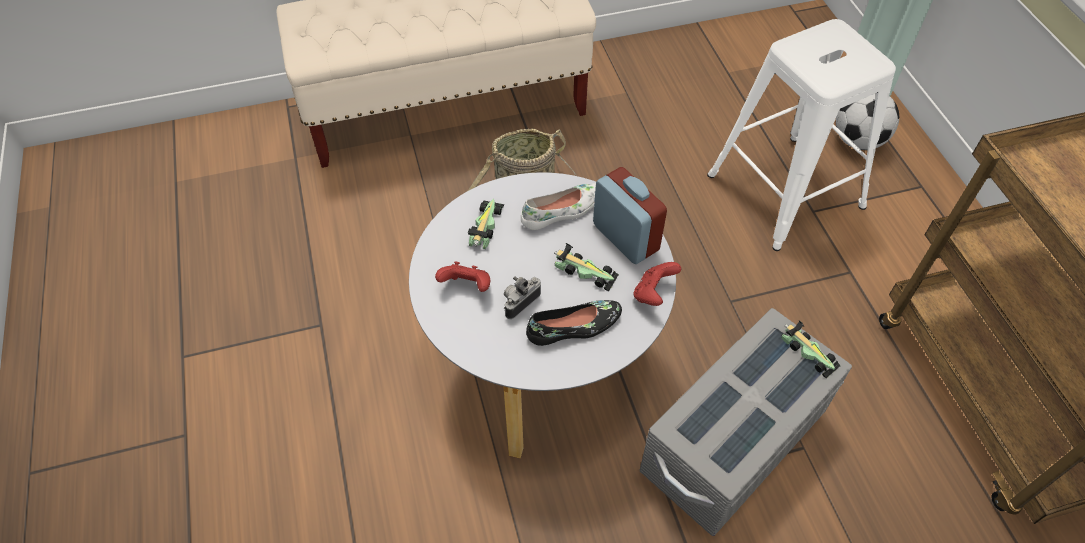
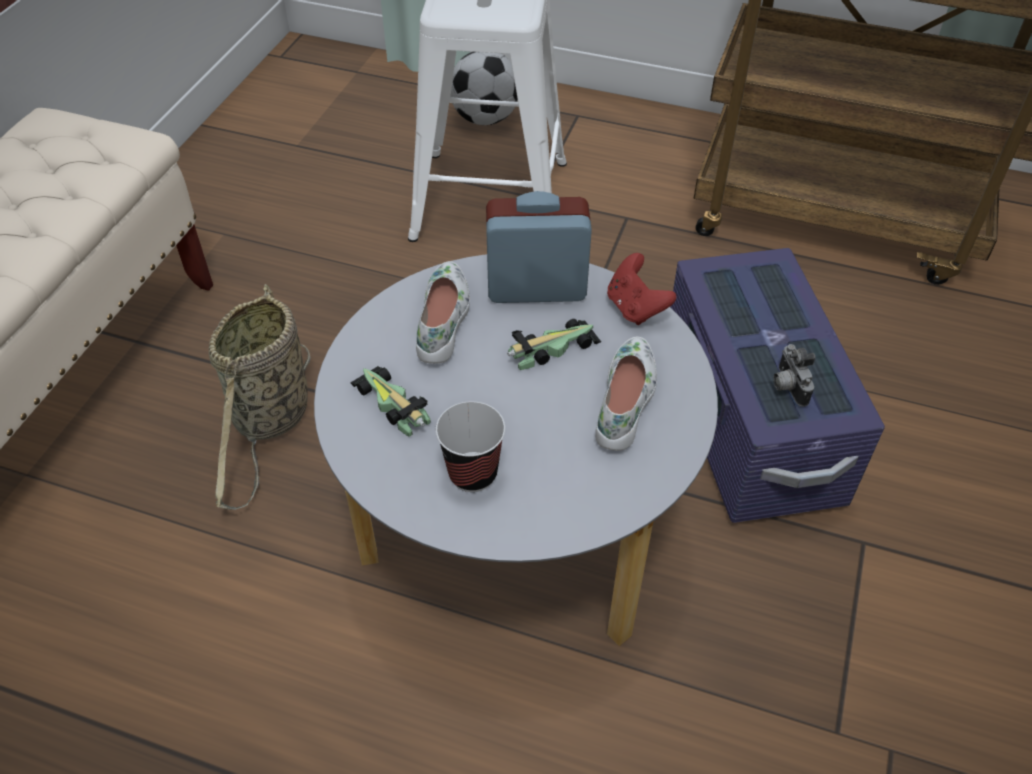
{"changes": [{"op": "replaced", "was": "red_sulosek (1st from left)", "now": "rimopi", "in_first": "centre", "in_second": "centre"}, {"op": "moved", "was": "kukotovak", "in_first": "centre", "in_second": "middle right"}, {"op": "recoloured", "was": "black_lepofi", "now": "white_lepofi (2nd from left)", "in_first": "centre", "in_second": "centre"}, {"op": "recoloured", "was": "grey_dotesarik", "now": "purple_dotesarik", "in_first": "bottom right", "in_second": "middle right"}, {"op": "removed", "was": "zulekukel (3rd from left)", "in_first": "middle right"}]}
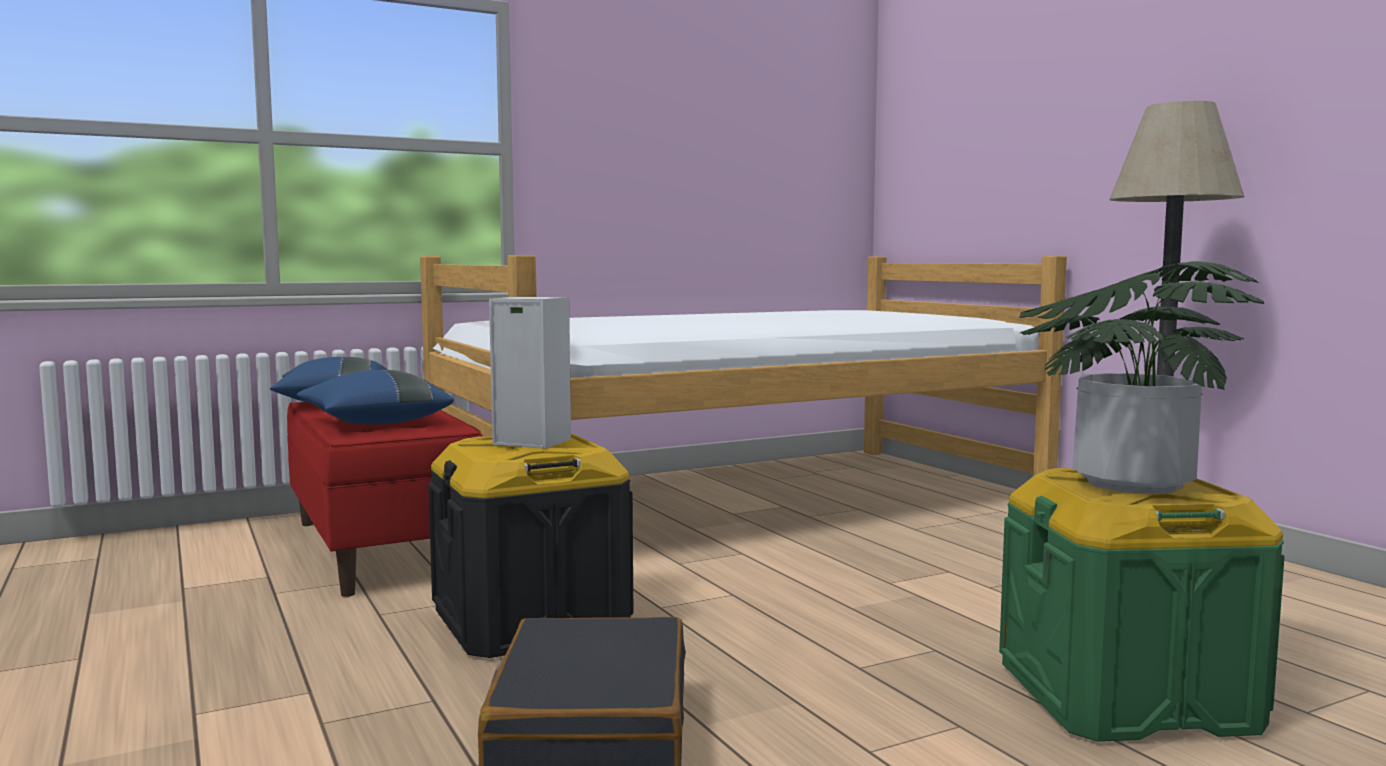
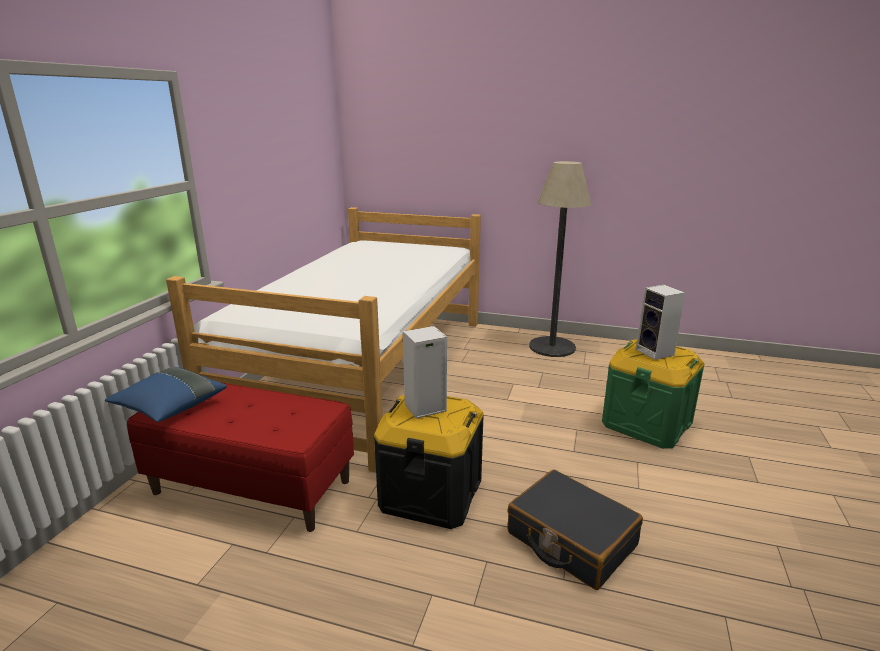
{"changes": [{"op": "replaced", "was": "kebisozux", "now": "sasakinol (2nd from left)", "in_first": "middle right", "in_second": "middle right"}, {"op": "removed", "was": "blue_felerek (2nd from left)", "in_first": "middle left"}]}
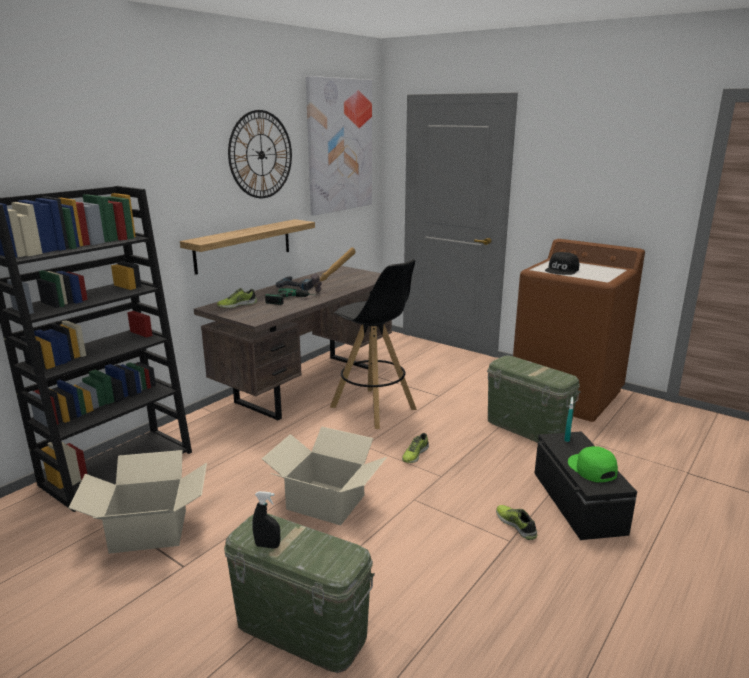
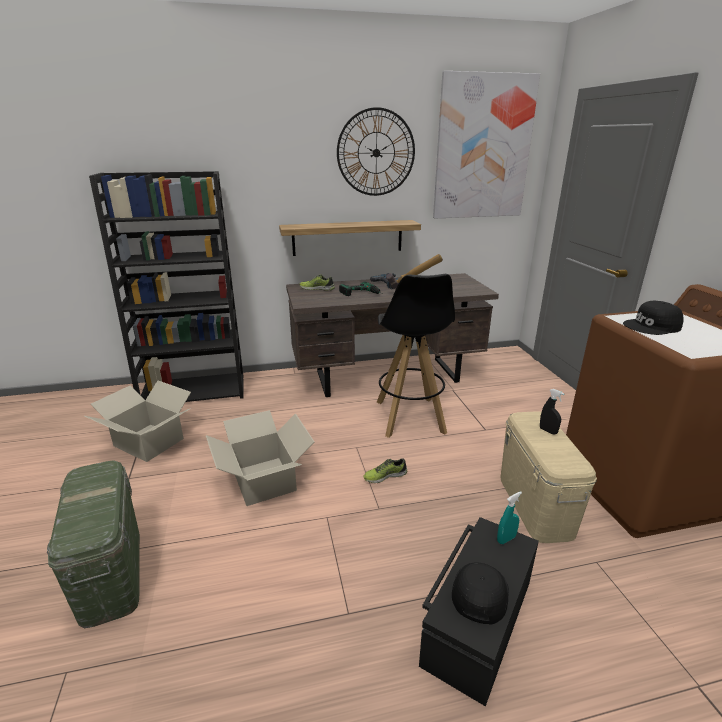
{"changes": [{"op": "recoloured", "was": "green_dotesarik (2nd from left)", "now": "beige_dotesarik", "in_first": "middle right", "in_second": "middle right"}, {"op": "recoloured", "was": "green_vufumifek", "now": "black_vufumifek (1st from left)", "in_first": "bottom right", "in_second": "bottom centre"}, {"op": "moved", "was": "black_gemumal", "in_first": "bottom centre", "in_second": "middle right"}, {"op": "removed", "was": "lepofi (3rd from left)", "in_first": "bottom right"}]}
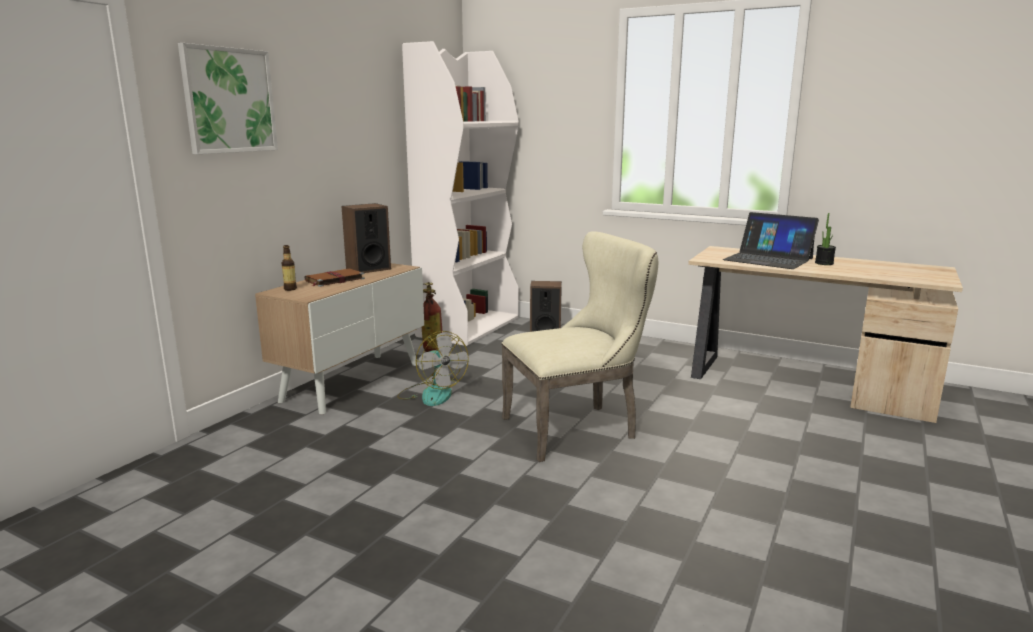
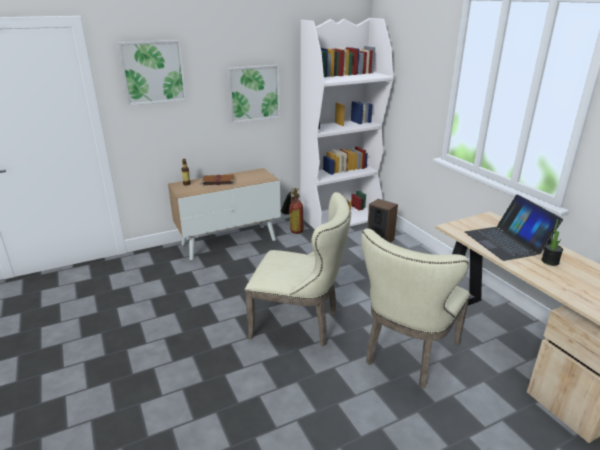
{"changes": [{"op": "removed", "was": "sasakinol (1st from left)", "in_first": "centre"}, {"op": "removed", "was": "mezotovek", "in_first": "centre"}, {"op": "added", "now": "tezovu (2nd from left)", "in_second": "top centre"}, {"op": "added", "now": "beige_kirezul (2nd from left)", "in_second": "bottom right"}]}
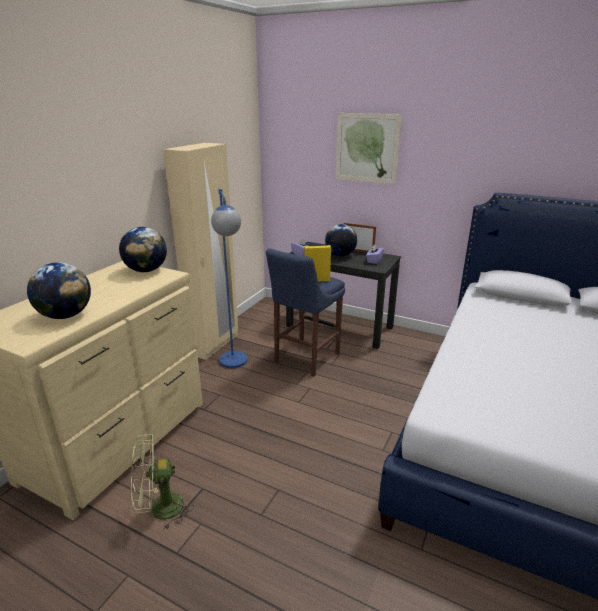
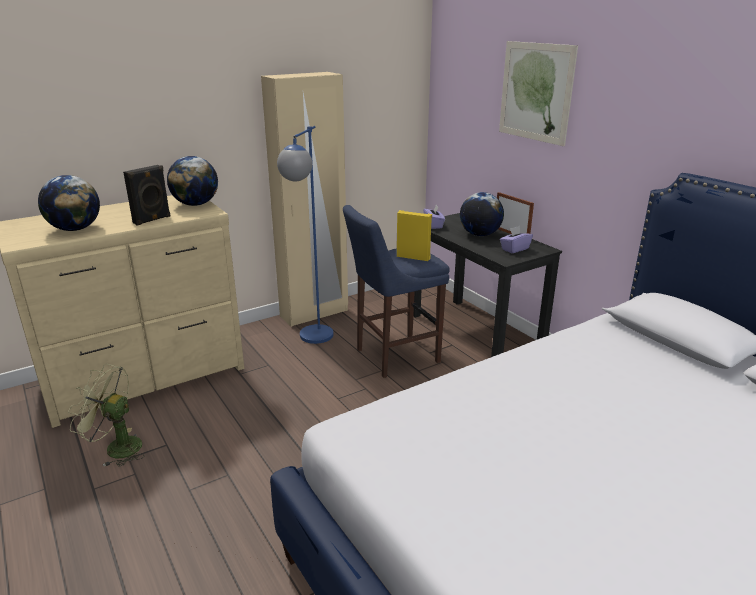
{"changes": [{"op": "added", "now": "black_sasakinol", "in_second": "top left"}]}
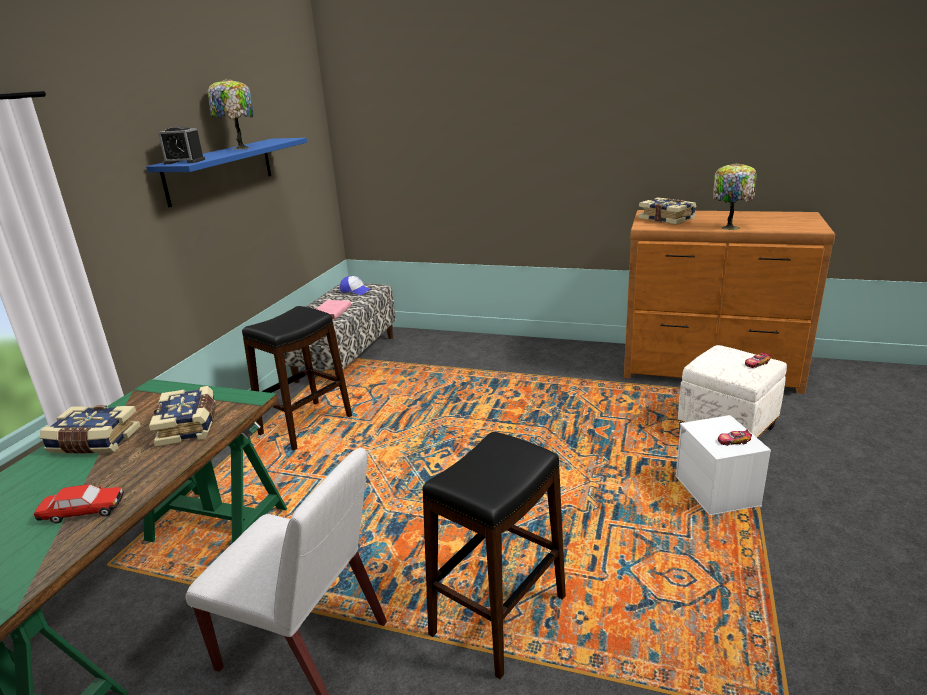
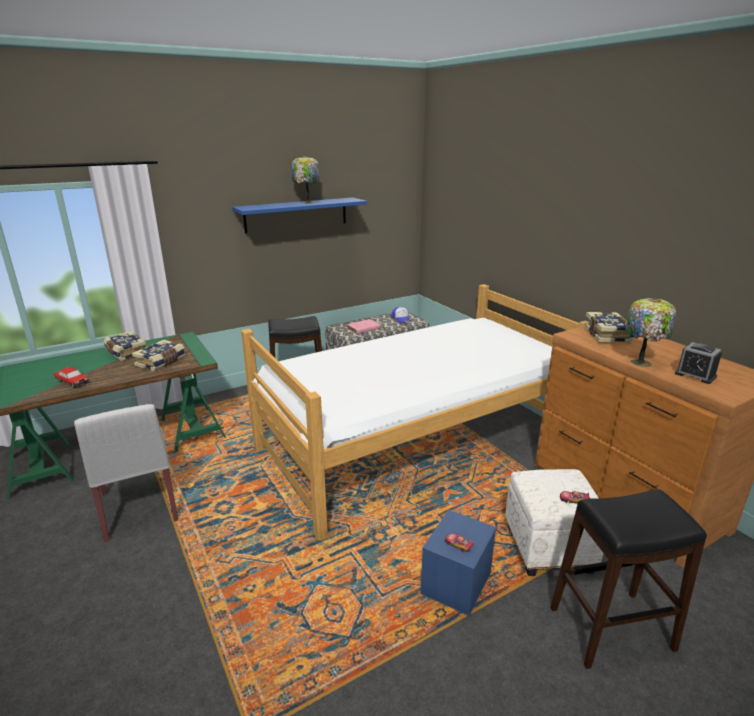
{"changes": [{"op": "moved", "was": "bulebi", "in_first": "top left", "in_second": "middle right"}, {"op": "recoloured", "was": "white_dotesarik", "now": "blue_dotesarik", "in_first": "bottom right", "in_second": "bottom centre"}, {"op": "moved", "was": "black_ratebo (2nd from left)", "in_first": "bottom centre", "in_second": "bottom right"}, {"op": "added", "now": "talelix", "in_second": "centre"}]}
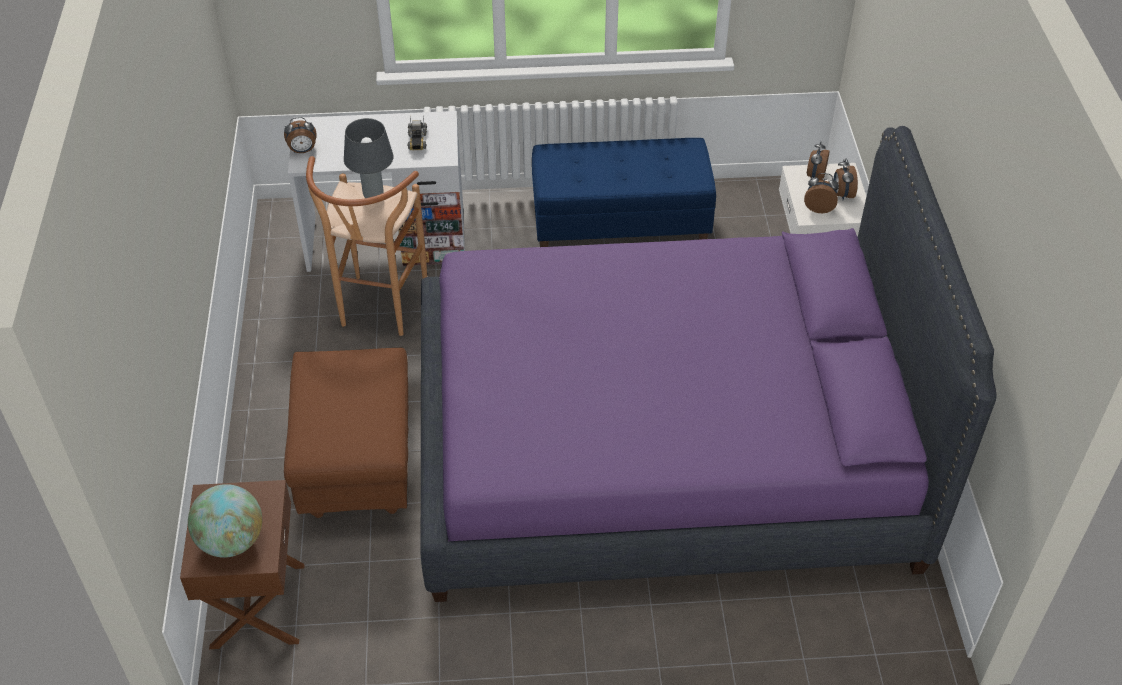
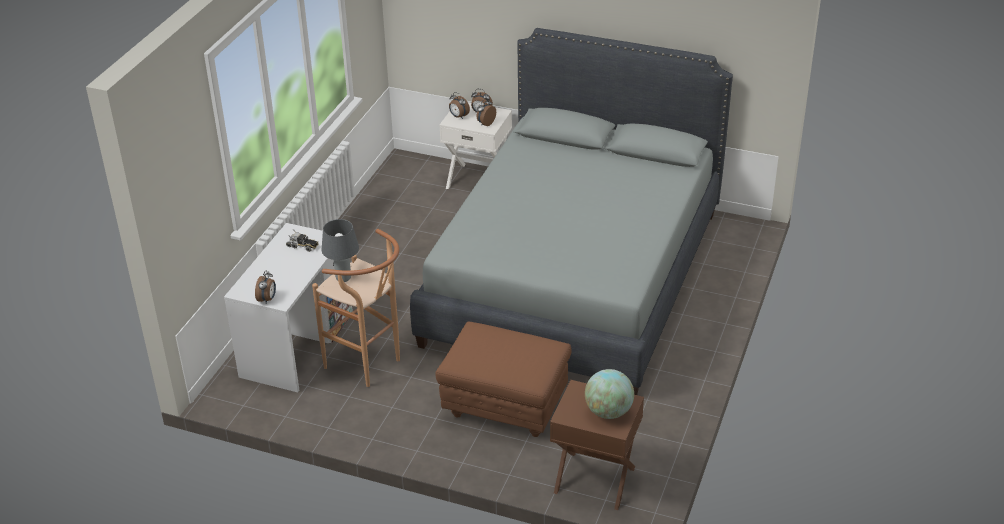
{"changes": [{"op": "recoloured", "was": "purple_talelix", "now": "grey_talelix", "in_first": "centre", "in_second": "centre"}, {"op": "removed", "was": "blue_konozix", "in_first": "top centre"}]}
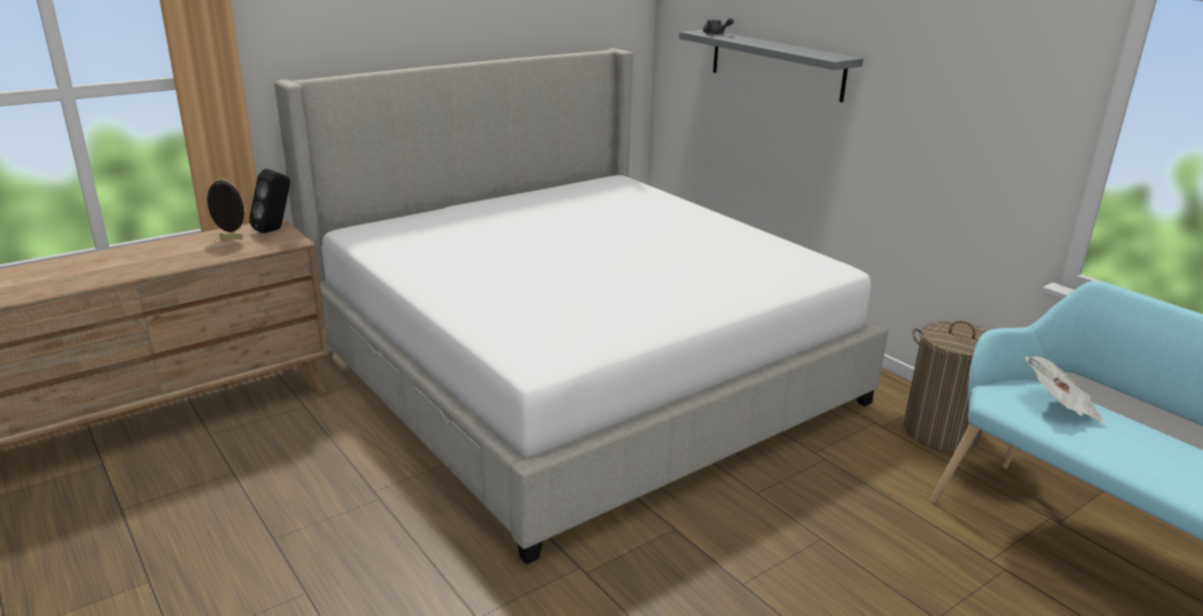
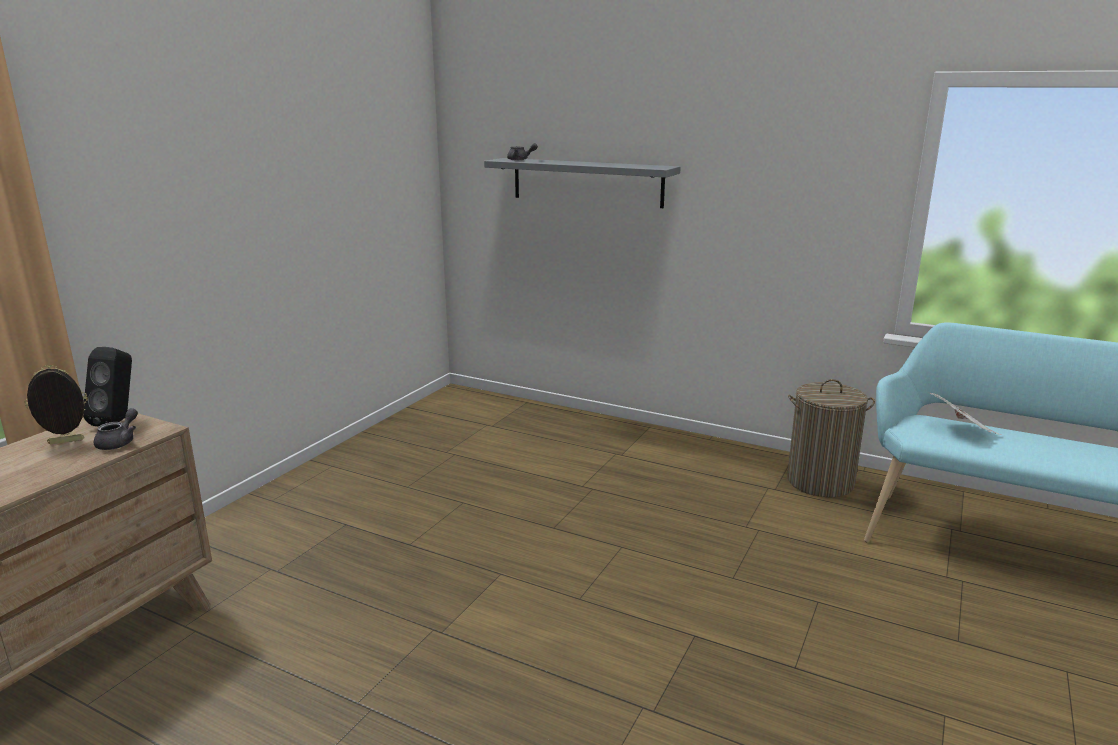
{"changes": [{"op": "removed", "was": "talelix", "in_first": "centre"}, {"op": "added", "now": "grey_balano (1st from left)", "in_second": "middle left"}]}
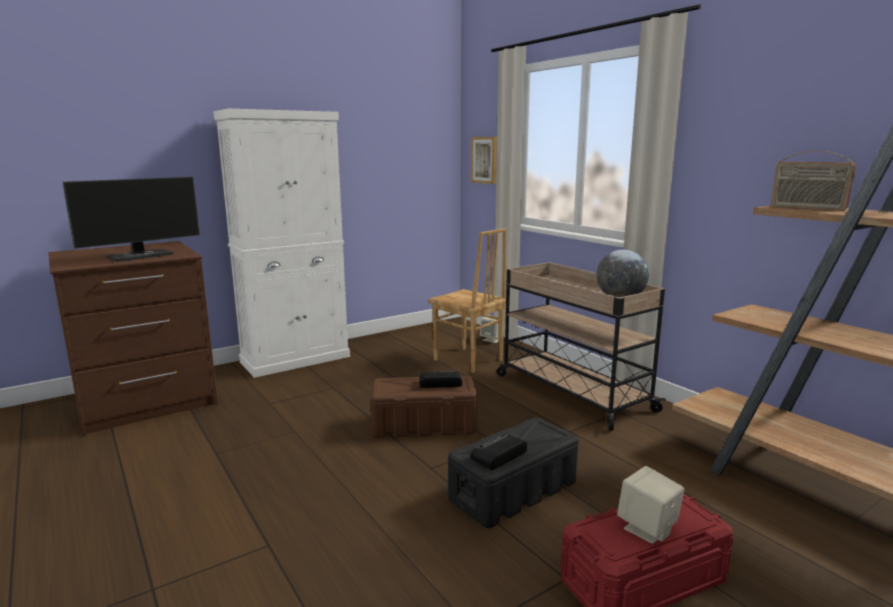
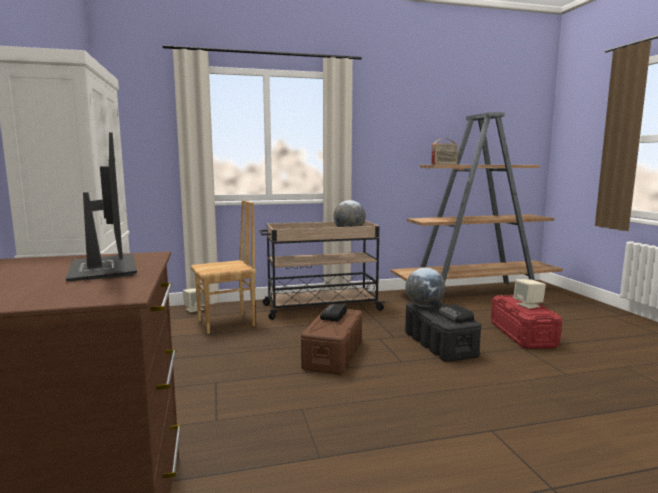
{"changes": [{"op": "removed", "was": "tezovu", "in_first": "top centre"}, {"op": "added", "now": "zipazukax (2nd from left)", "in_second": "centre"}]}
